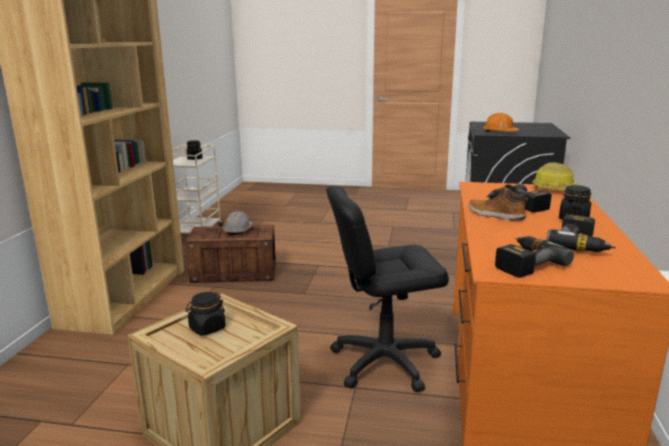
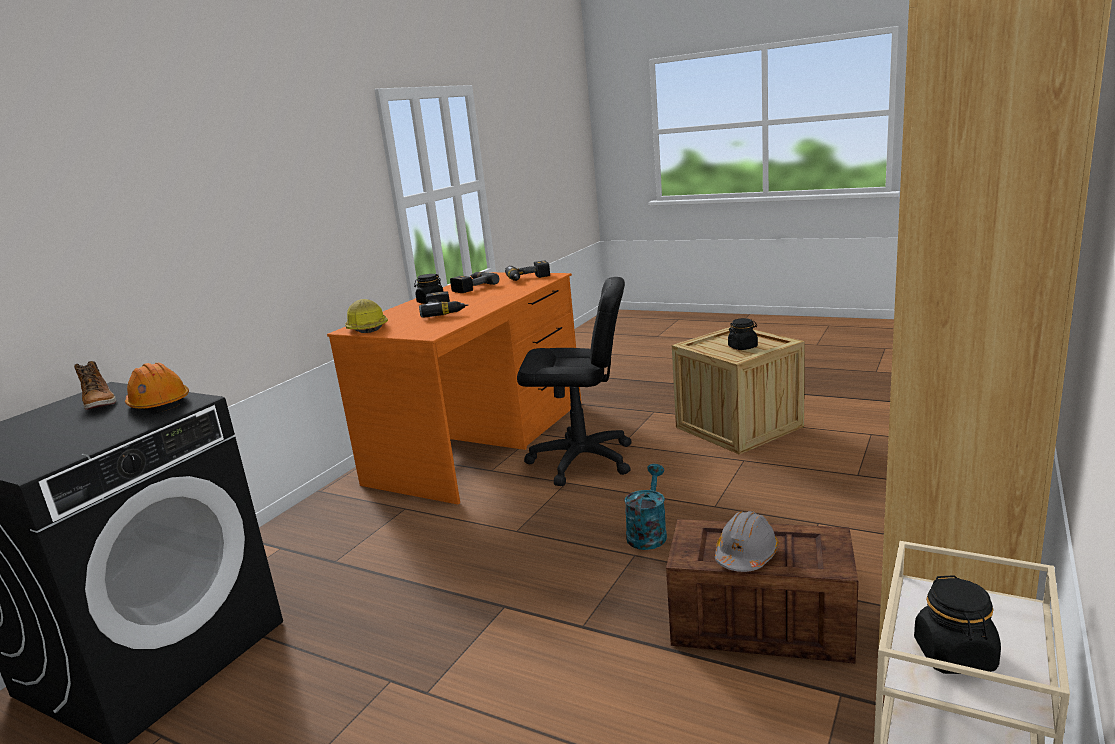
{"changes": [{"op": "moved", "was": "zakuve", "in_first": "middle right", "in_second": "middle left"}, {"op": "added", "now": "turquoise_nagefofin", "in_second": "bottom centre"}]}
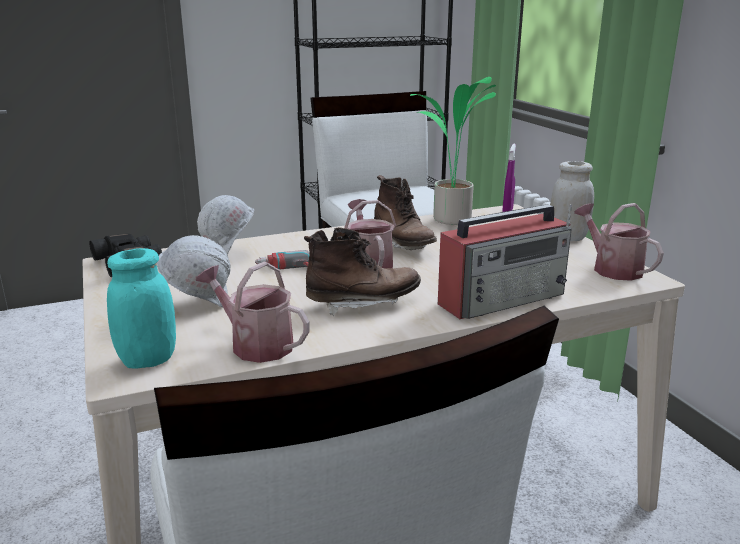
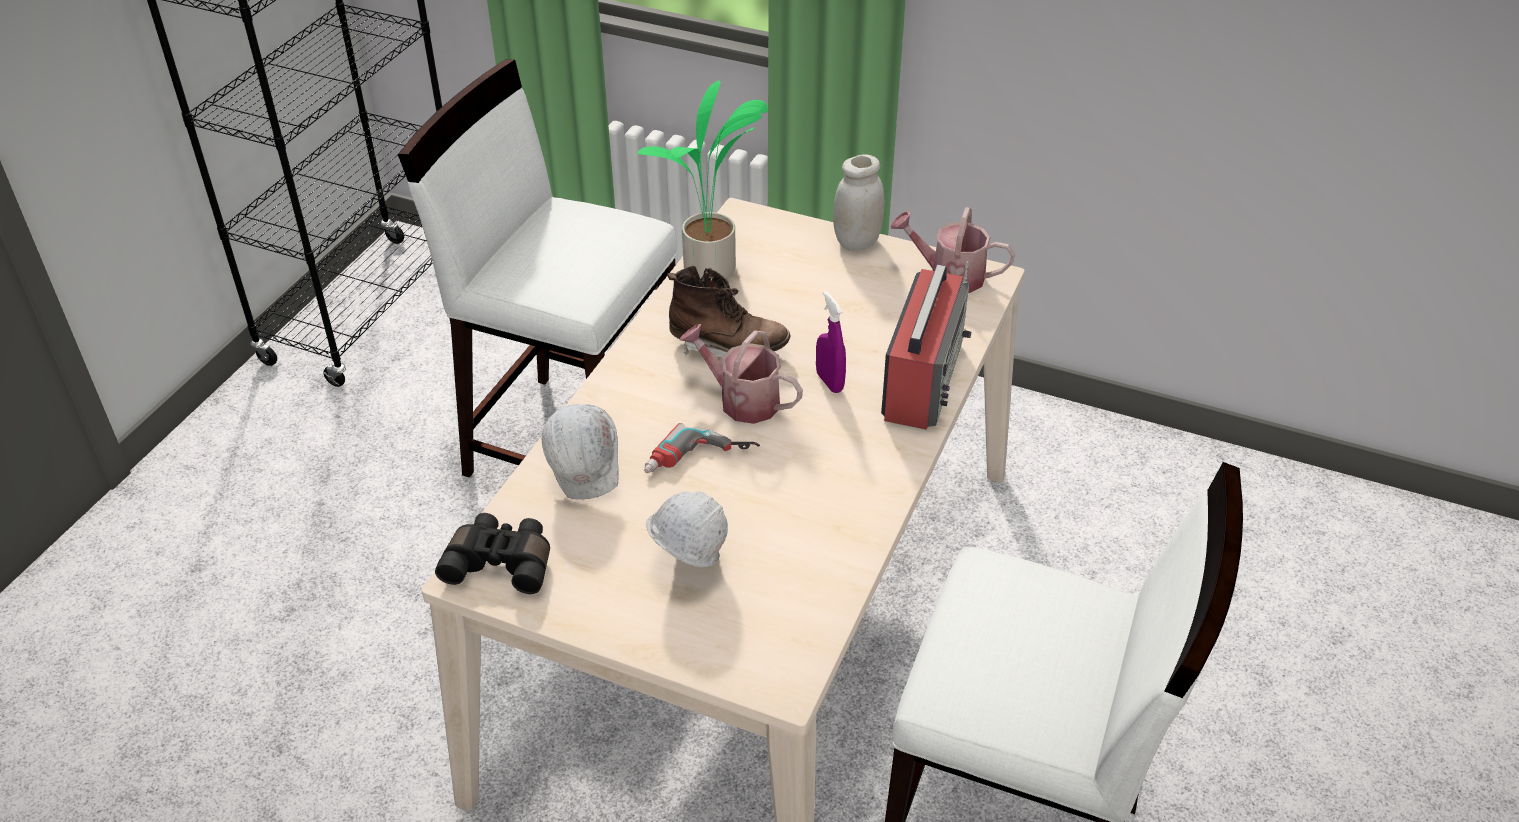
{"changes": [{"op": "moved", "was": "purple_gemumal", "in_first": "top right", "in_second": "centre"}, {"op": "removed", "was": "brown_zakuve (1st from left)", "in_first": "centre"}, {"op": "removed", "was": "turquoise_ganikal", "in_first": "middle left"}, {"op": "removed", "was": "nagefofin (1st from left)", "in_first": "centre"}]}
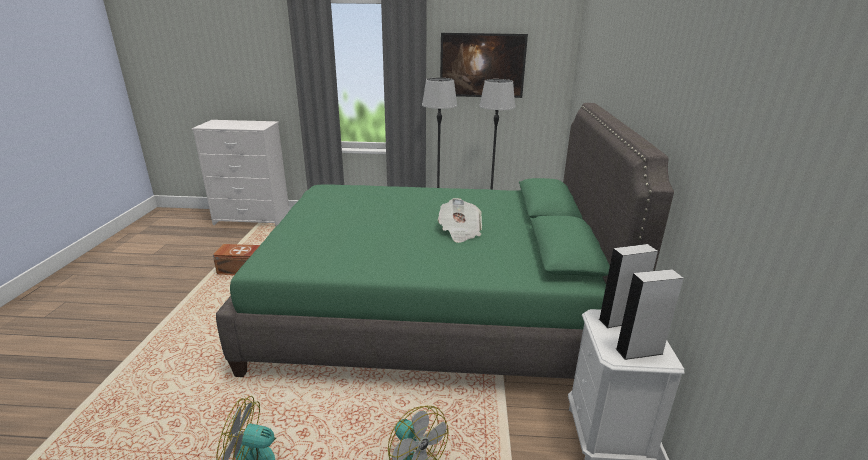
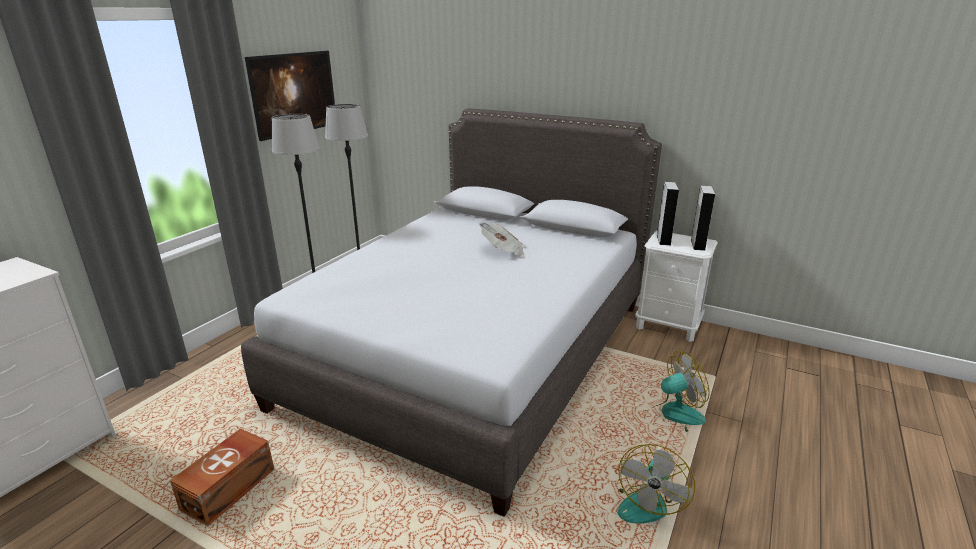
{"changes": [{"op": "recoloured", "was": "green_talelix", "now": "grey_talelix", "in_first": "centre", "in_second": "centre"}]}
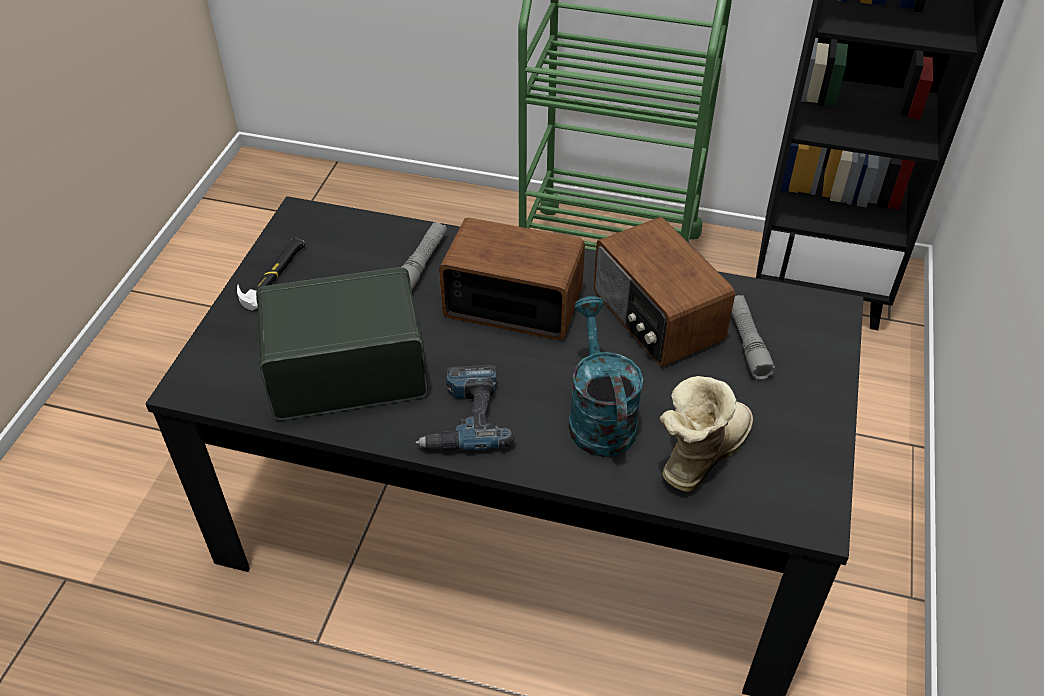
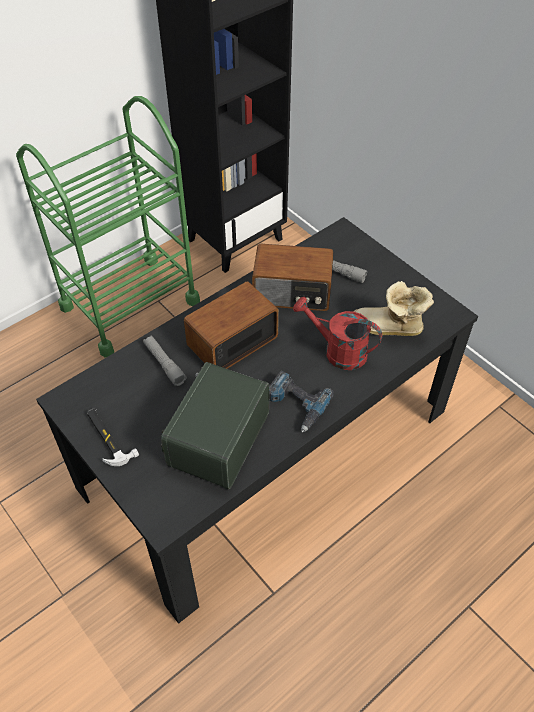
{"changes": [{"op": "recoloured", "was": "turquoise_nagefofin", "now": "red_nagefofin", "in_first": "centre", "in_second": "centre"}, {"op": "turned", "was": "zakuve", "in_first": "middle right", "in_second": "middle right", "clockwise": -60}]}
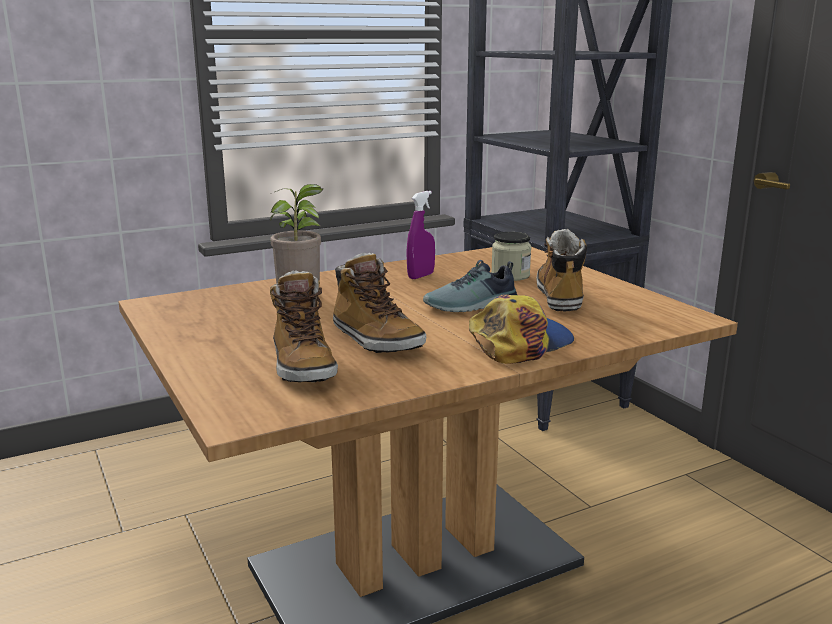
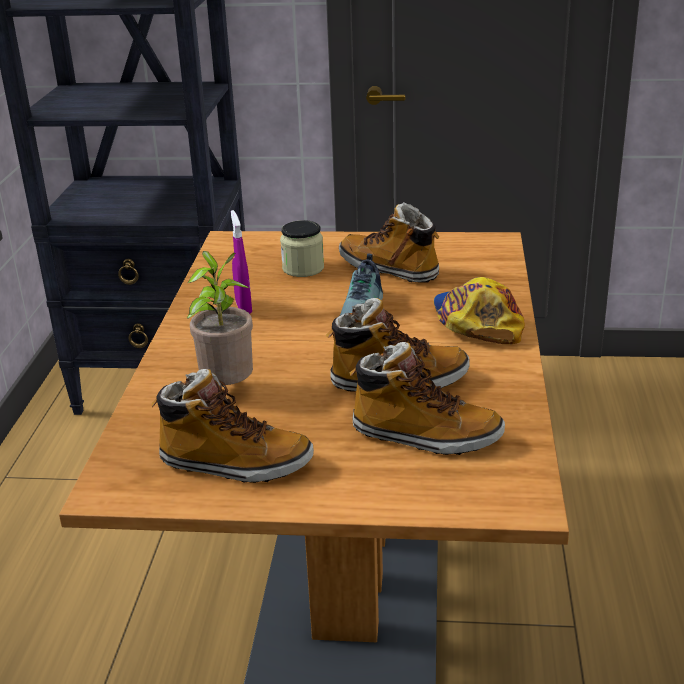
{"changes": [{"op": "added", "now": "zakuve (1st from left)", "in_second": "centre"}]}
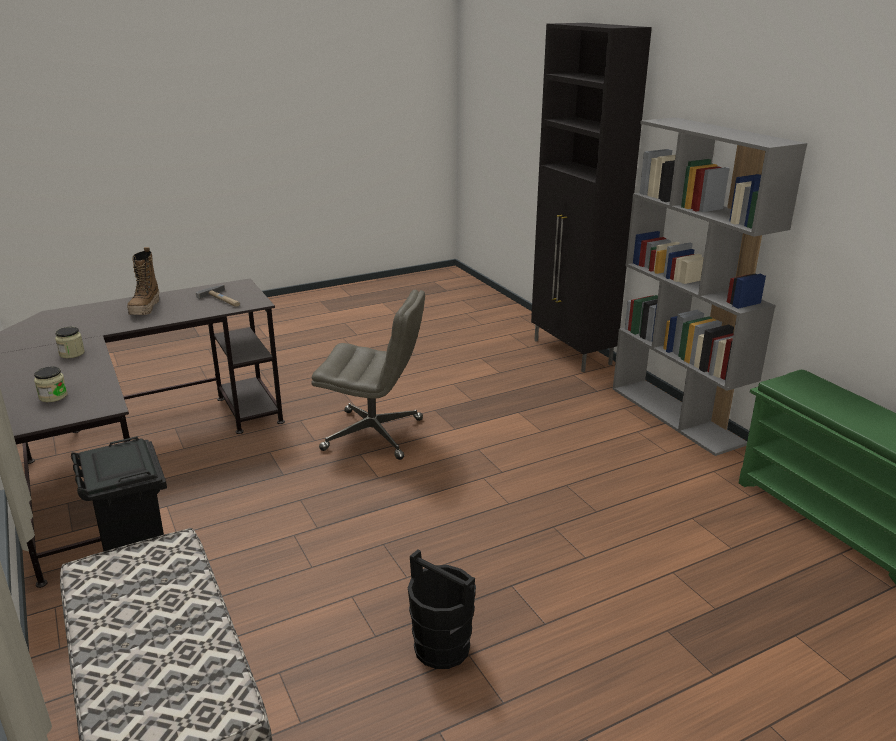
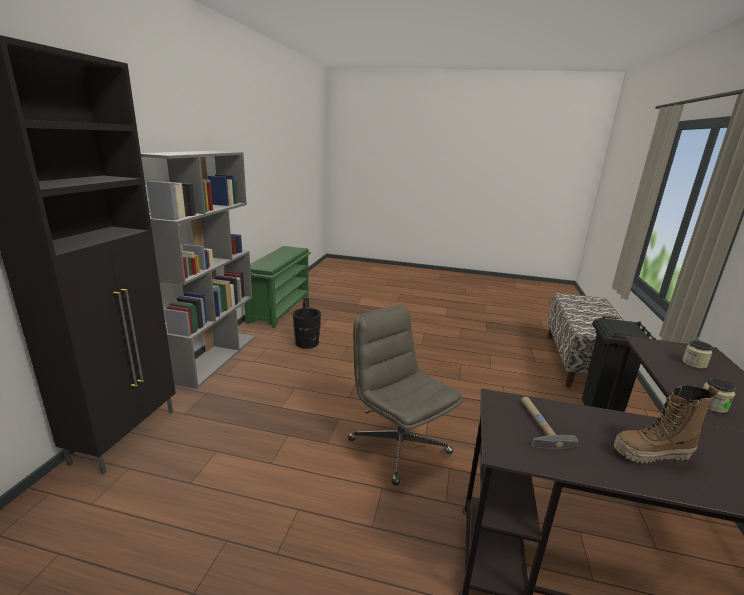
{"changes": [{"op": "turned", "was": "zakuve", "in_first": "middle left", "in_second": "bottom right", "clockwise": -135}, {"op": "moved", "was": "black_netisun", "in_first": "bottom centre", "in_second": "centre"}]}
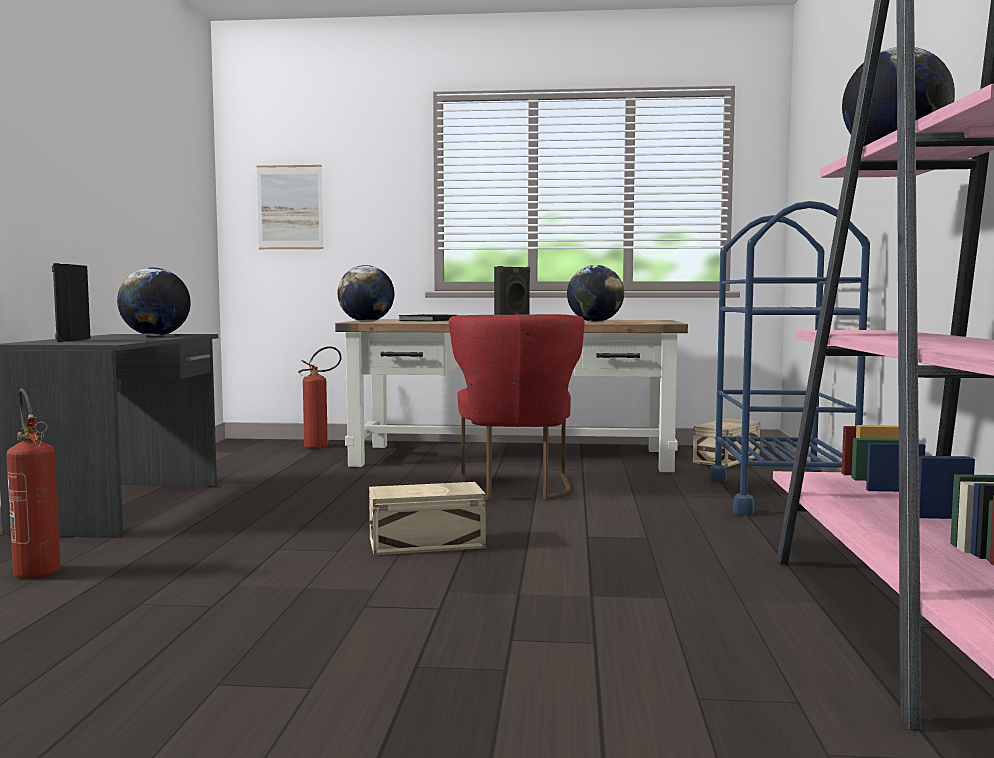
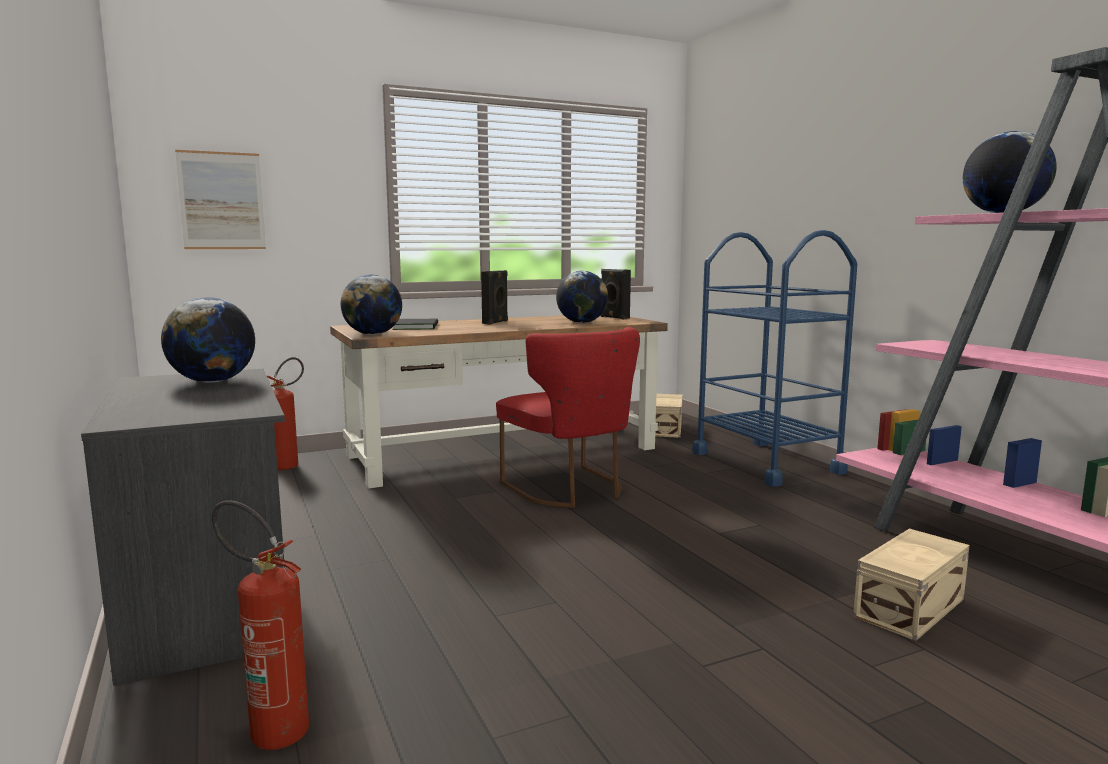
{"changes": [{"op": "moved", "was": "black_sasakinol (1st from left in the first image)", "now": "black_sasakinol (2nd from left)", "in_first": "middle left", "in_second": "centre"}, {"op": "moved", "was": "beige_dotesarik (1st from left in the first image)", "now": "beige_dotesarik (2nd from left)", "in_first": "bottom centre", "in_second": "bottom right"}]}
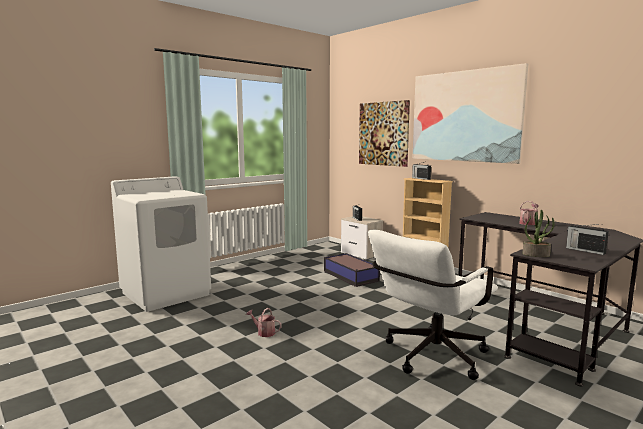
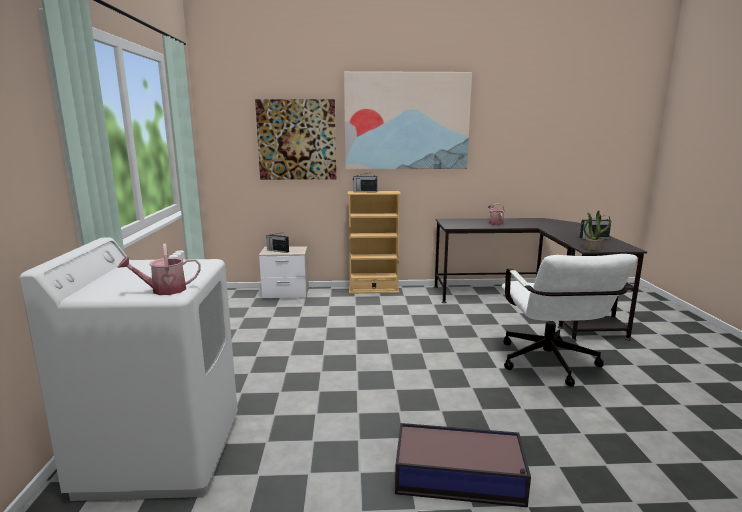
{"changes": [{"op": "moved", "was": "dotesarik", "in_first": "centre", "in_second": "bottom centre"}, {"op": "moved", "was": "nagefofin (1st from left)", "in_first": "bottom centre", "in_second": "middle left"}]}
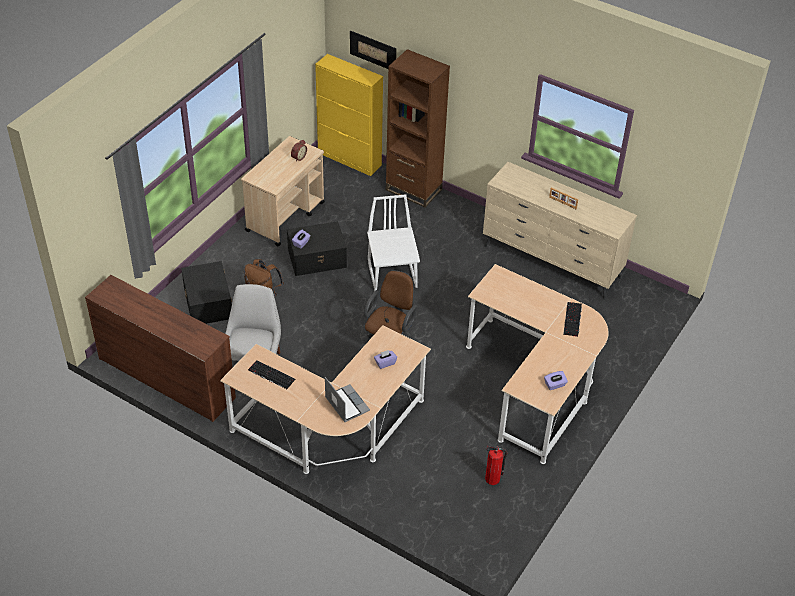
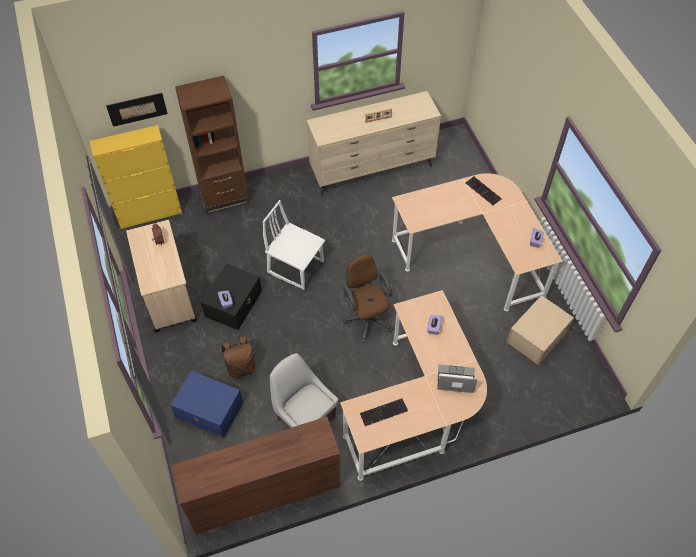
{"changes": [{"op": "recoloured", "was": "black_dotesarik (1st from left)", "now": "blue_dotesarik", "in_first": "middle left", "in_second": "bottom left"}, {"op": "replaced", "was": "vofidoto", "now": "beige_dotesarik", "in_first": "bottom centre", "in_second": "middle right"}]}
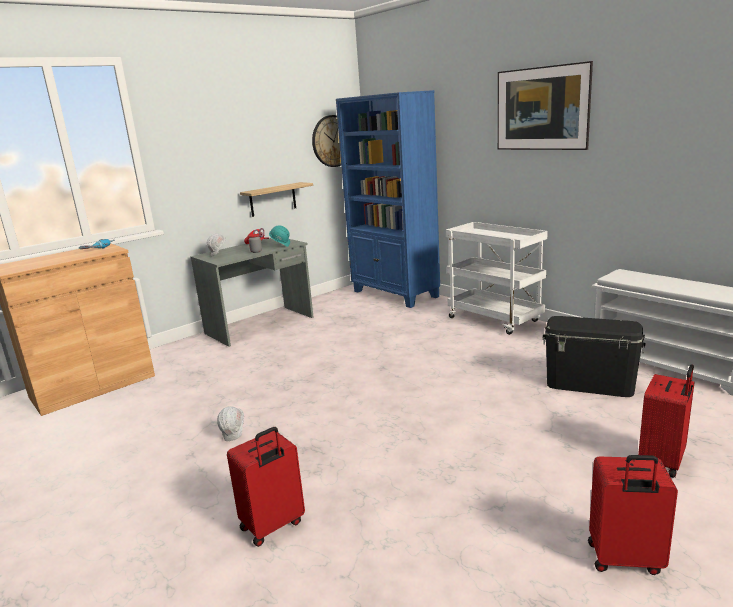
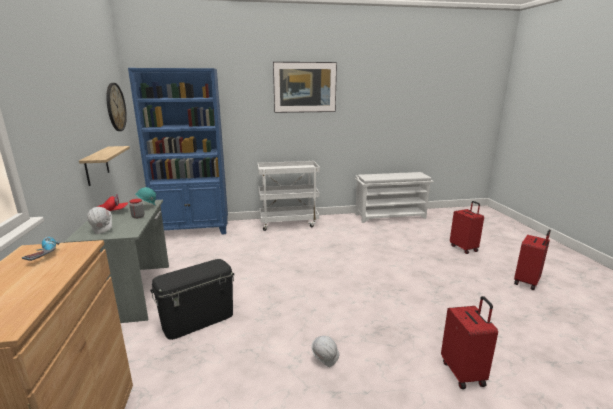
{"changes": [{"op": "moved", "was": "black_dotesarik", "in_first": "middle right", "in_second": "bottom left"}]}
